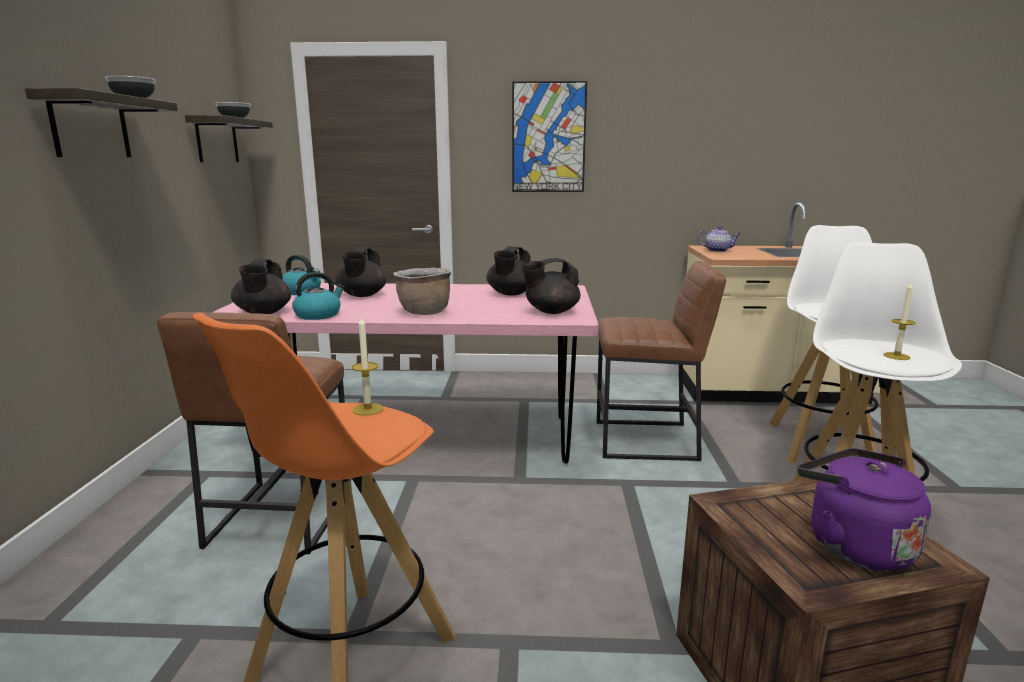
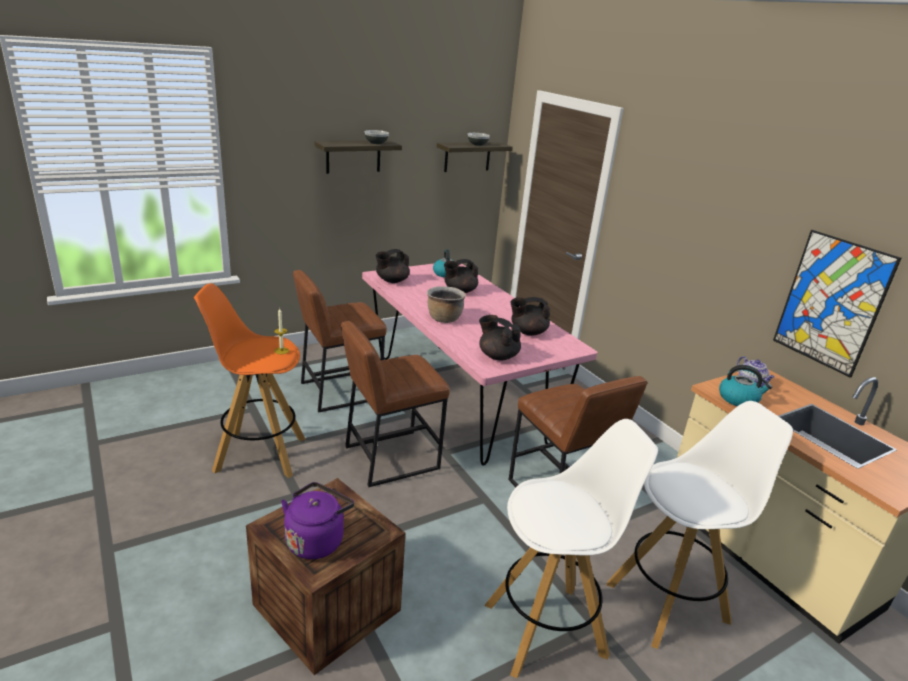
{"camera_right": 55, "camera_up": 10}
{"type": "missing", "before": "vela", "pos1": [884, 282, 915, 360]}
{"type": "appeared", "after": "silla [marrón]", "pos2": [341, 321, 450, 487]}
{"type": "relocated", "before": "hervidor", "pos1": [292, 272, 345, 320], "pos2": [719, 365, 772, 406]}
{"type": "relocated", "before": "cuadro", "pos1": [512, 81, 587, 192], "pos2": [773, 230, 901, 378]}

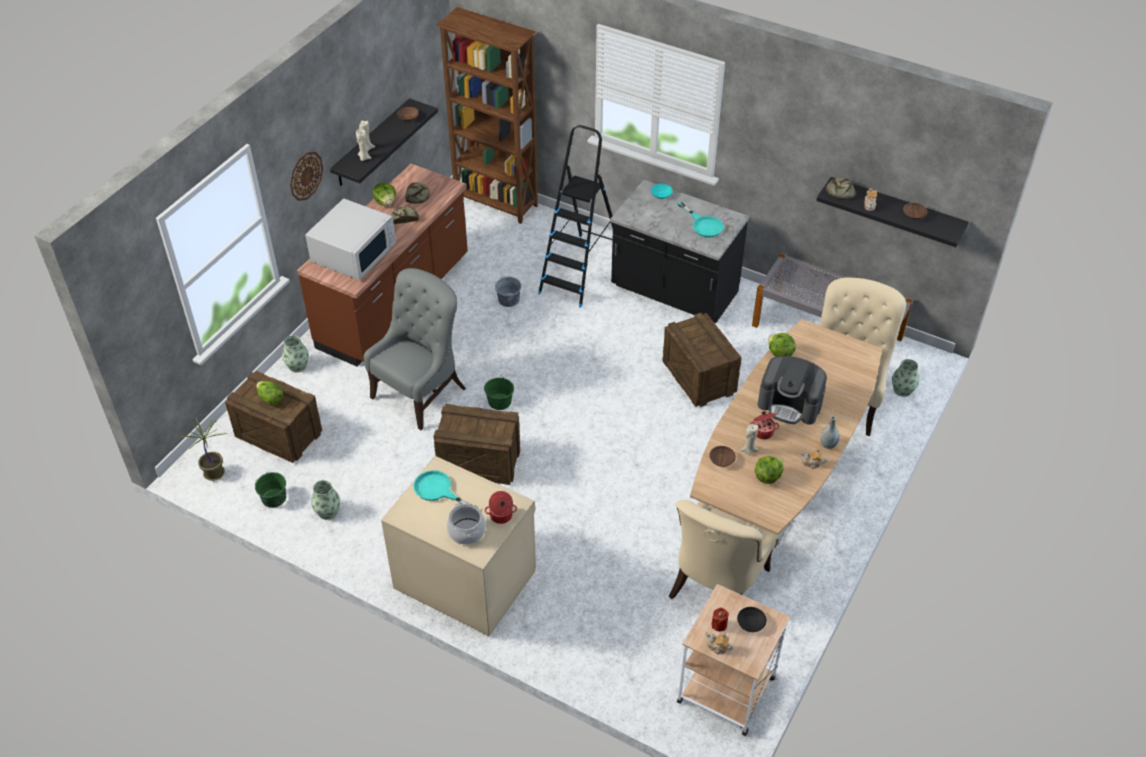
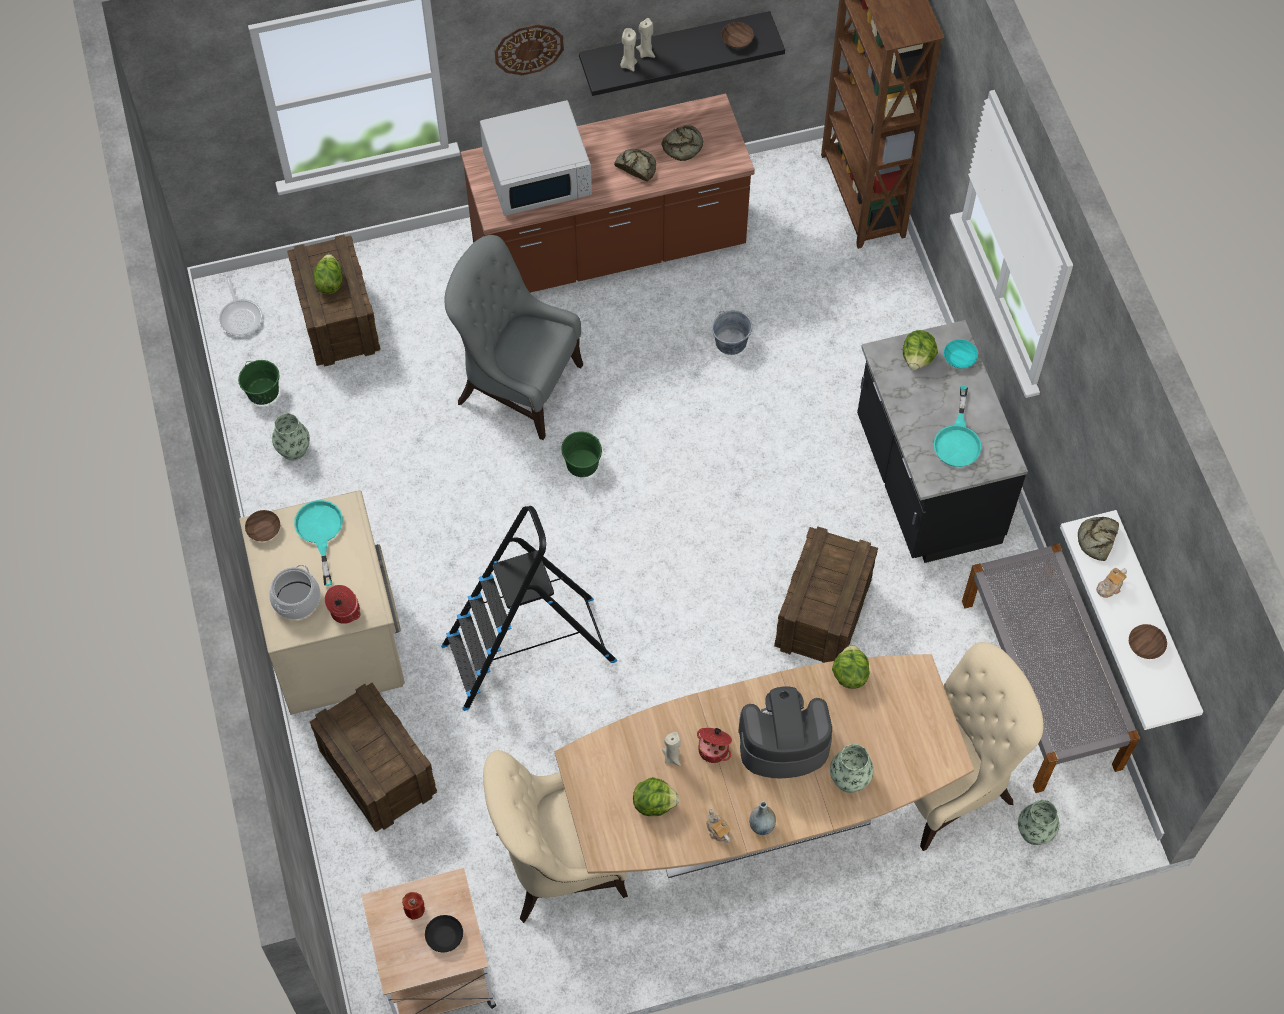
{"camera_right": 45, "camera_up": 15}
{"type": "missing", "before": "tetera", "pos1": [706, 632, 733, 654]}
{"type": "relocated", "before": "florero", "pos1": [282, 335, 309, 372], "pos2": [830, 744, 874, 793]}
{"type": "relocated", "before": "lechuga", "pos1": [373, 183, 396, 206], "pos2": [903, 330, 938, 370]}
{"type": "relocated", "before": "caja de embalaje", "pos1": [434, 404, 520, 485], "pos2": [310, 683, 437, 832]}
{"type": "relocated", "before": "escalera de tijera [negro]", "pos1": [538, 125, 613, 308], "pos2": [441, 506, 617, 711]}
{"type": "relocated", "before": "cuenco [marrón]", "pos1": [709, 446, 736, 467], "pos2": [245, 510, 280, 541]}
{"type": "exchanged", "before": "planta en maceta", "after": "sartén", "pos1": [182, 417, 227, 481], "pos2": [219, 274, 262, 336]}
{"type": "colour", "before": "estante [negro]", "after": "estante [blanco]", "pos1": [816, 177, 969, 247], "pos2": [1060, 510, 1203, 730]}
{"type": "spun", "before": "silla [gris]", "pos1": [364, 268, 466, 430], "pos2": [445, 235, 583, 440], "turn": -150}
{"type": "spun", "before": "cafetera", "pos1": [757, 356, 827, 425], "pos2": [738, 687, 832, 778], "turn": 105}

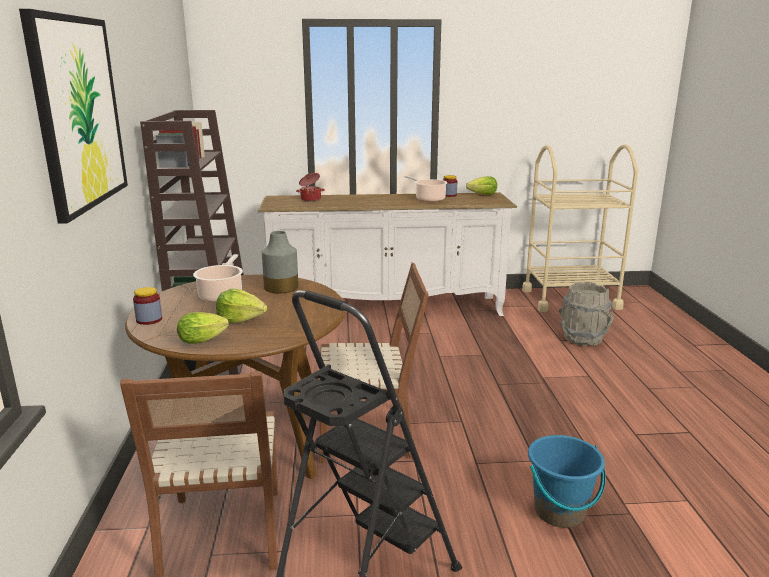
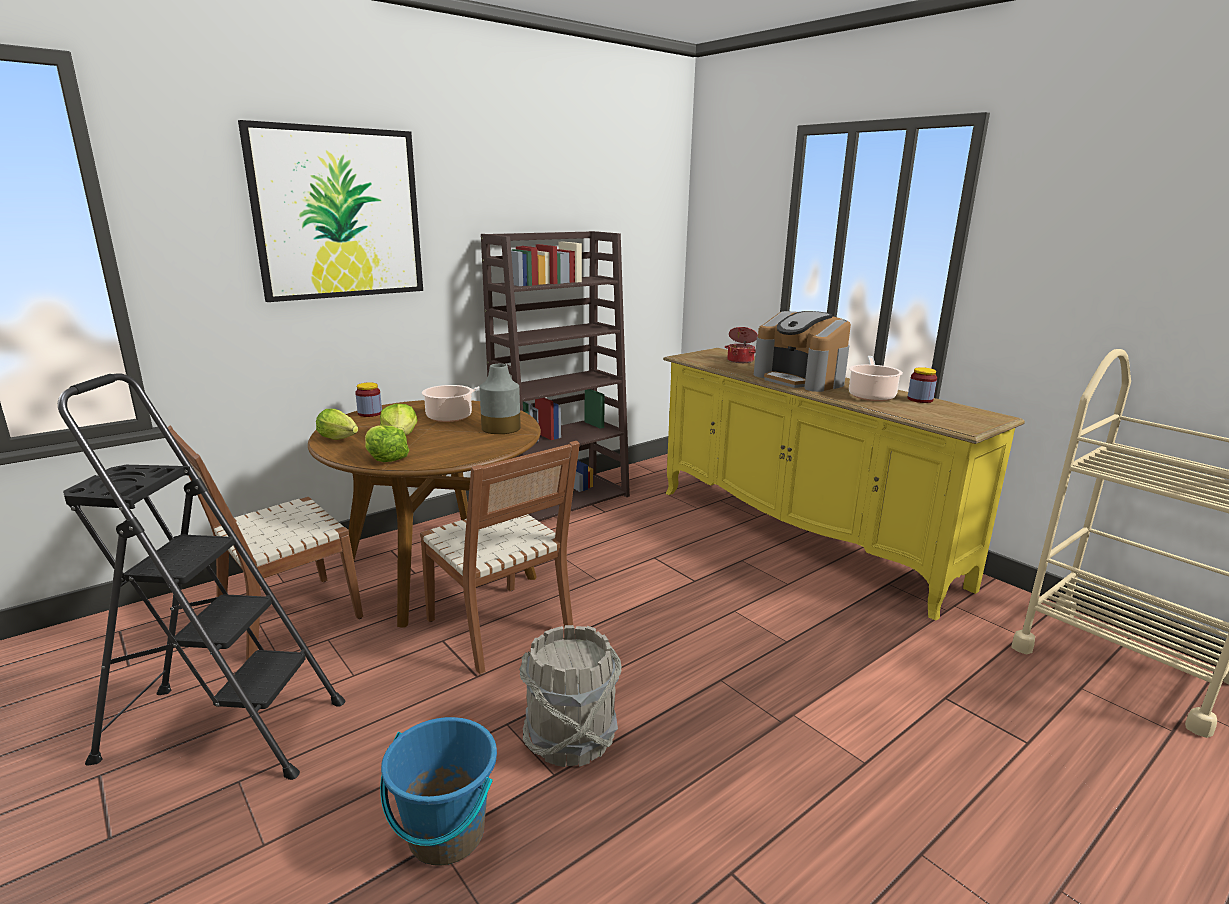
{"camera_right": 55, "camera_up": 0}
{"type": "appeared", "after": "cafetera", "pos2": [754, 311, 851, 392]}
{"type": "relocated", "before": "lechuga", "pos1": [466, 176, 497, 195], "pos2": [365, 425, 409, 462]}
{"type": "relocated", "before": "cubo [gris]", "pos1": [559, 281, 614, 346], "pos2": [519, 625, 621, 767]}
{"type": "colour", "before": "armario [blanco]", "after": "armario [amarillo]", "pos1": [258, 193, 517, 316], "pos2": [663, 348, 1025, 620]}

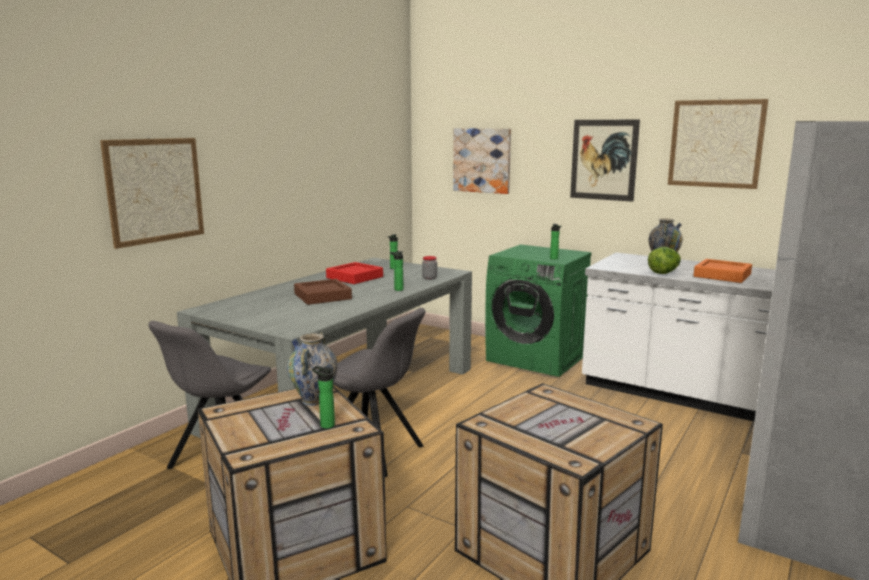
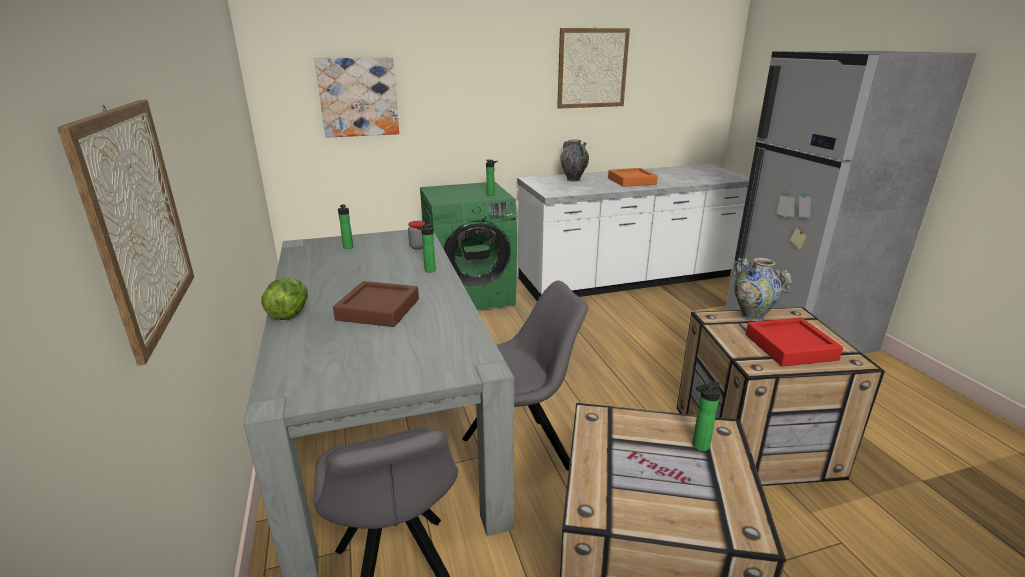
{"camera_right": -50, "camera_up": 10}
{"type": "missing", "before": "cuadro", "pos1": [570, 120, 640, 202]}
{"type": "relocated", "before": "florero", "pos1": [287, 332, 338, 406], "pos2": [733, 257, 792, 322]}
{"type": "relocated", "before": "bandeja [rojo]", "pos1": [326, 262, 383, 284], "pos2": [746, 318, 843, 366]}
{"type": "relocated", "before": "lechuga", "pos1": [648, 247, 681, 274], "pos2": [262, 278, 308, 320]}

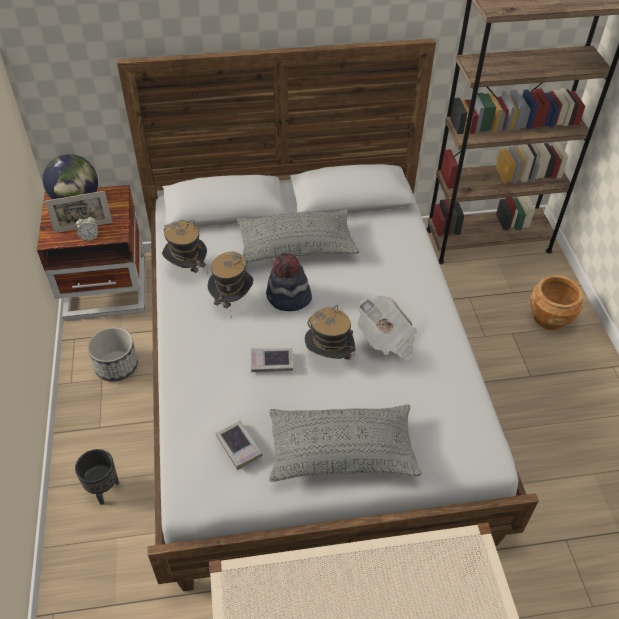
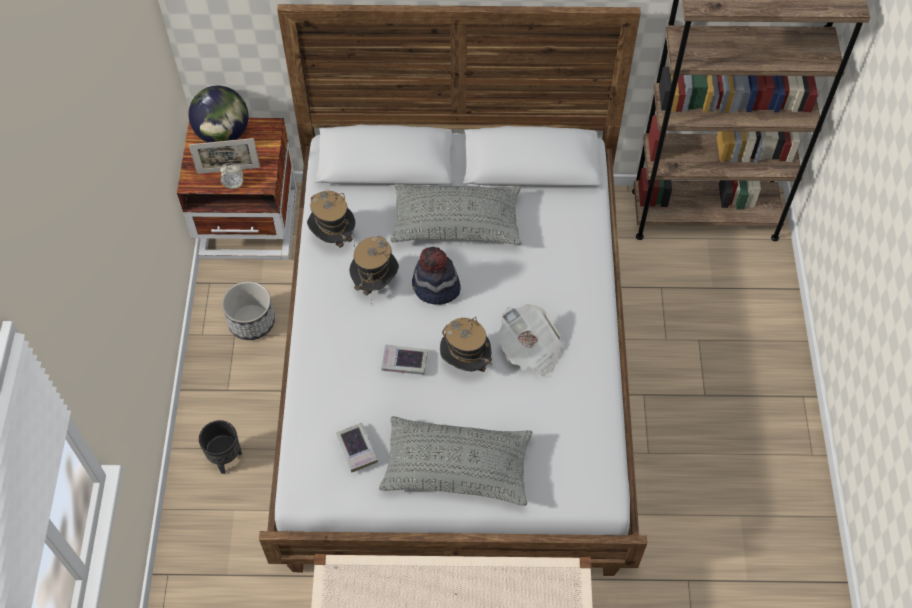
{"camera_right": 10, "camera_up": 10}
{"type": "missing", "before": "maceta [marrón]", "pos1": [530, 275, 583, 331]}

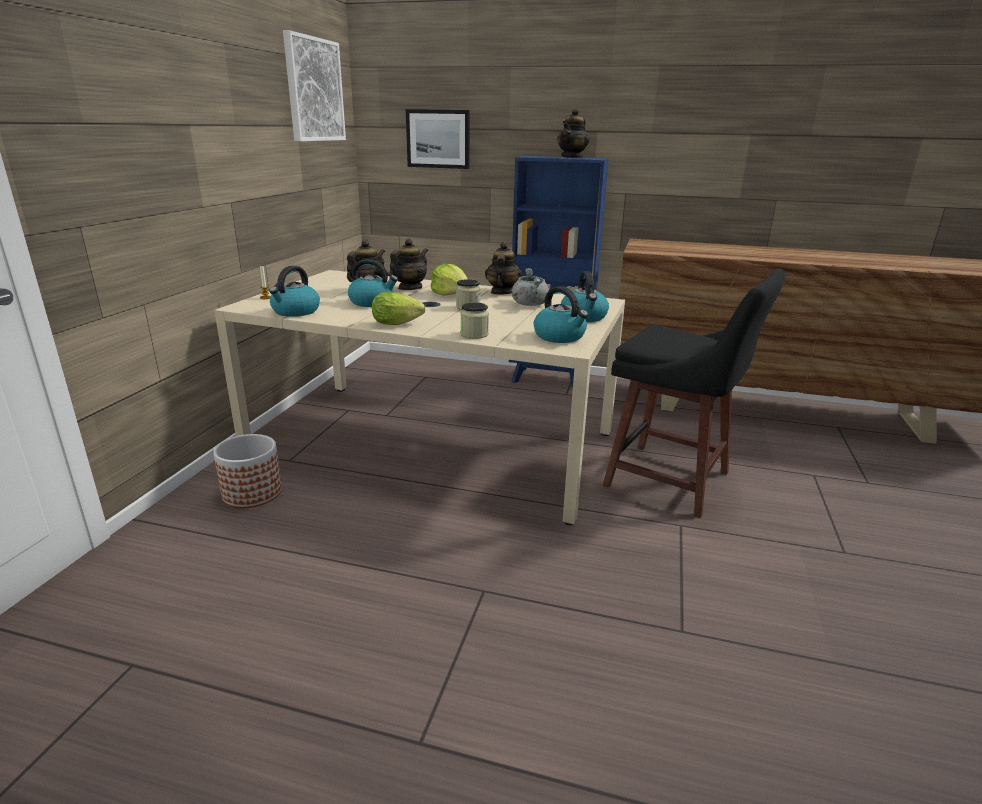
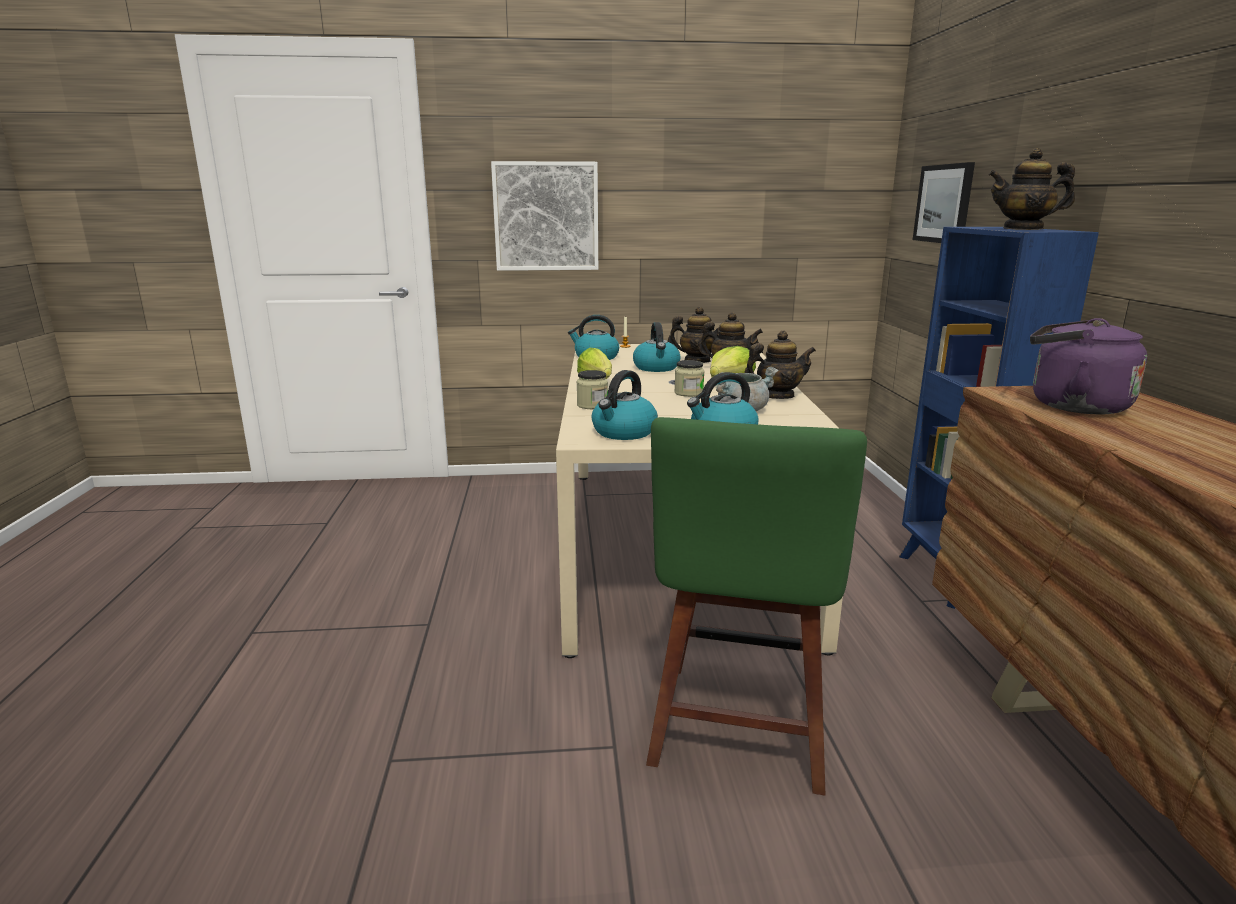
{"camera_right": 70, "camera_up": -5}
{"type": "missing", "before": "maceta", "pos1": [213, 434, 282, 508]}
{"type": "appeared", "after": "hervidor [morado]", "pos2": [1030, 318, 1147, 415]}
{"type": "relocated", "before": "cuadro", "pos1": [283, 30, 346, 141], "pos2": [491, 161, 598, 271]}
{"type": "colour", "before": "taburete [negro]", "after": "taburete [verde]", "pos1": [603, 268, 785, 518], "pos2": [646, 417, 867, 796]}

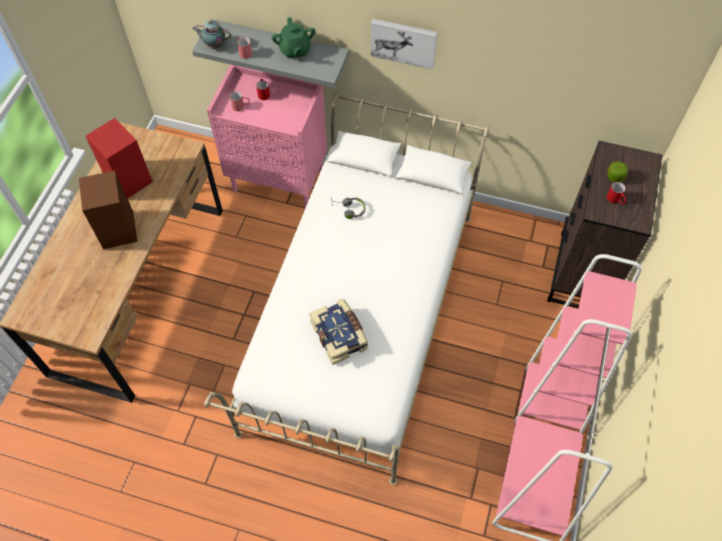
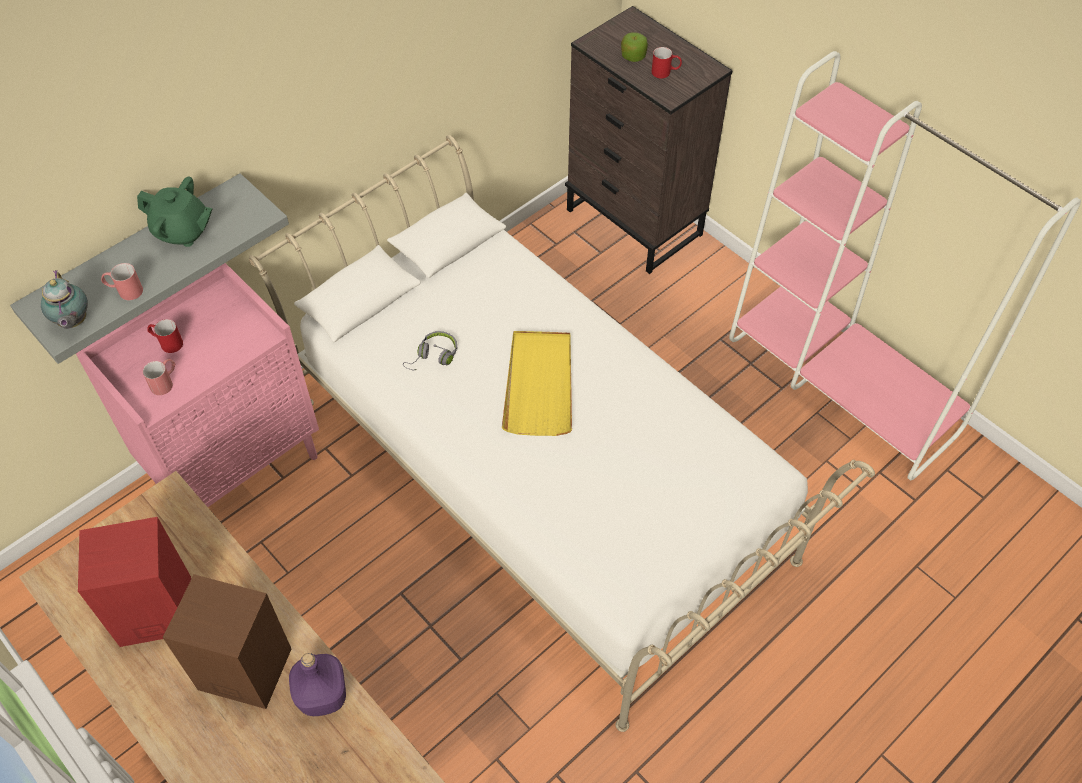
{"camera_right": -60, "camera_up": -5}
{"type": "missing", "before": "libro", "pos1": [309, 299, 368, 365]}
{"type": "missing", "before": "cuadro", "pos1": [371, 19, 437, 69]}
{"type": "appeared", "after": "botella [morado]", "pos2": [289, 653, 346, 716]}
{"type": "appeared", "after": "bandeja [amarillo]", "pos2": [502, 331, 572, 436]}
{"type": "spun", "before": "tetera", "pos1": [192, 20, 231, 49], "pos2": [41, 270, 88, 329], "turn": -60}

